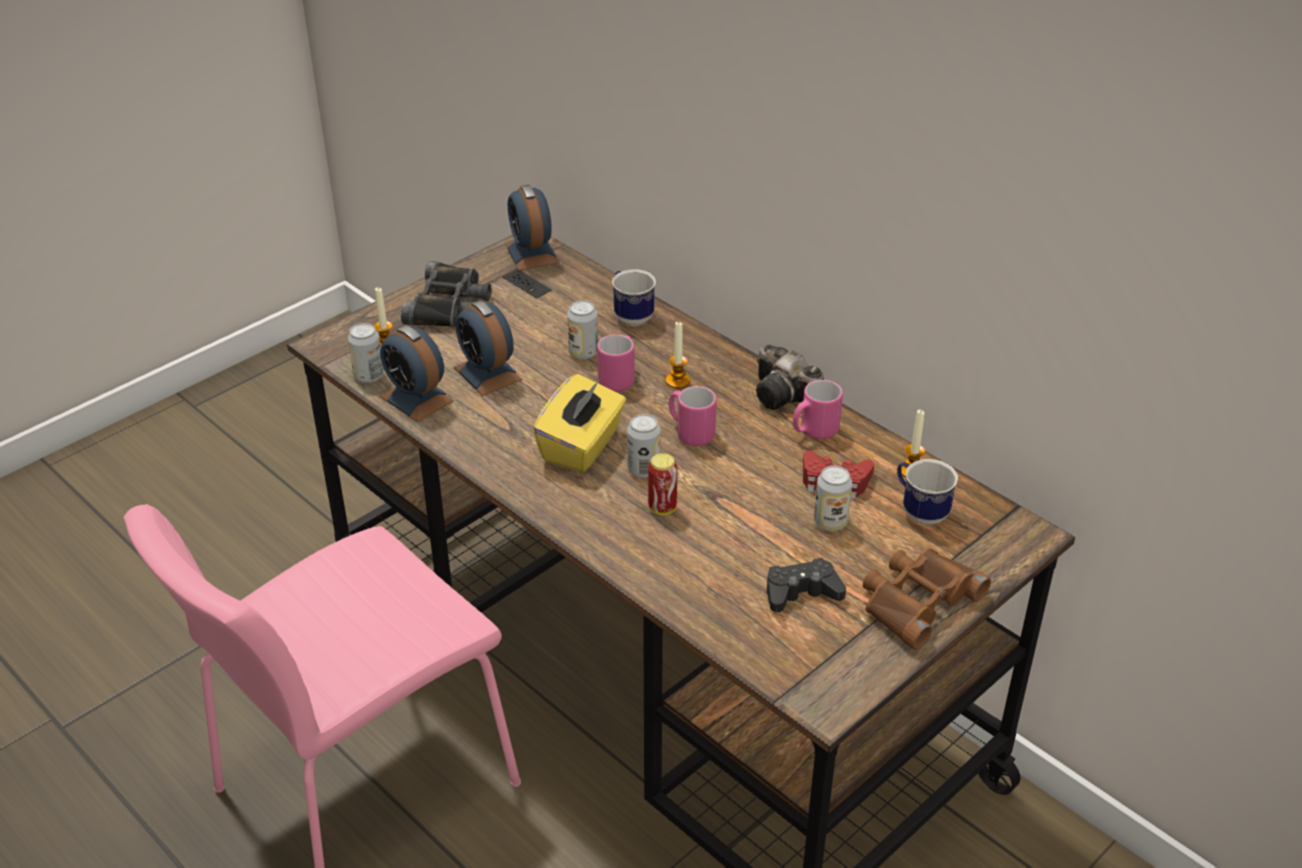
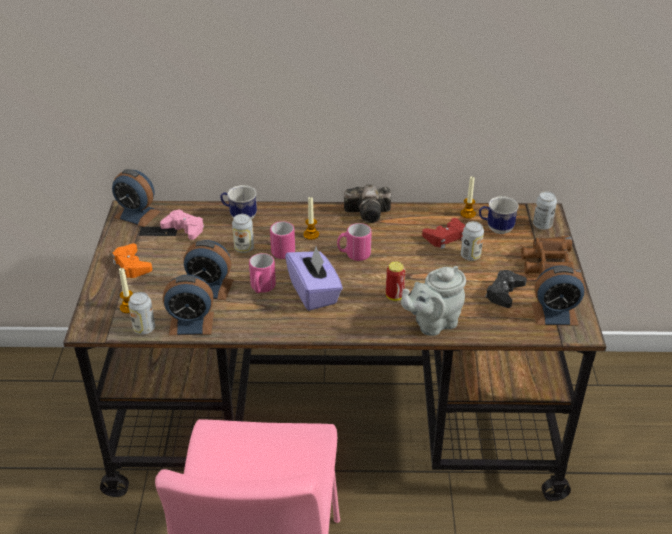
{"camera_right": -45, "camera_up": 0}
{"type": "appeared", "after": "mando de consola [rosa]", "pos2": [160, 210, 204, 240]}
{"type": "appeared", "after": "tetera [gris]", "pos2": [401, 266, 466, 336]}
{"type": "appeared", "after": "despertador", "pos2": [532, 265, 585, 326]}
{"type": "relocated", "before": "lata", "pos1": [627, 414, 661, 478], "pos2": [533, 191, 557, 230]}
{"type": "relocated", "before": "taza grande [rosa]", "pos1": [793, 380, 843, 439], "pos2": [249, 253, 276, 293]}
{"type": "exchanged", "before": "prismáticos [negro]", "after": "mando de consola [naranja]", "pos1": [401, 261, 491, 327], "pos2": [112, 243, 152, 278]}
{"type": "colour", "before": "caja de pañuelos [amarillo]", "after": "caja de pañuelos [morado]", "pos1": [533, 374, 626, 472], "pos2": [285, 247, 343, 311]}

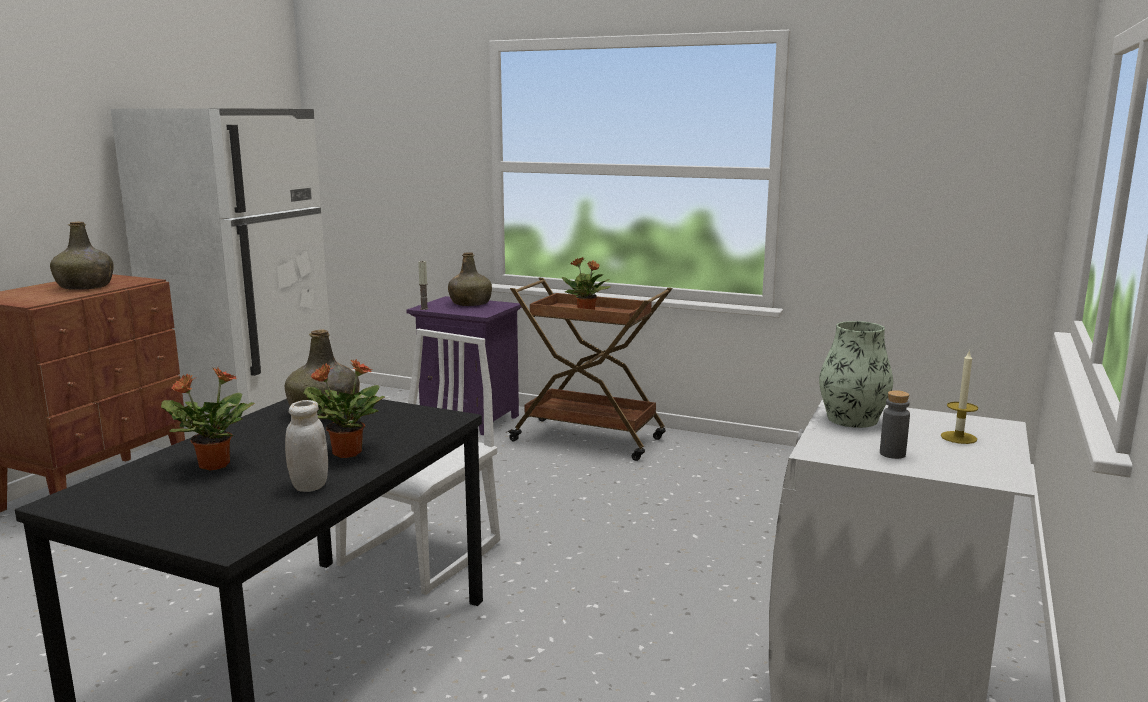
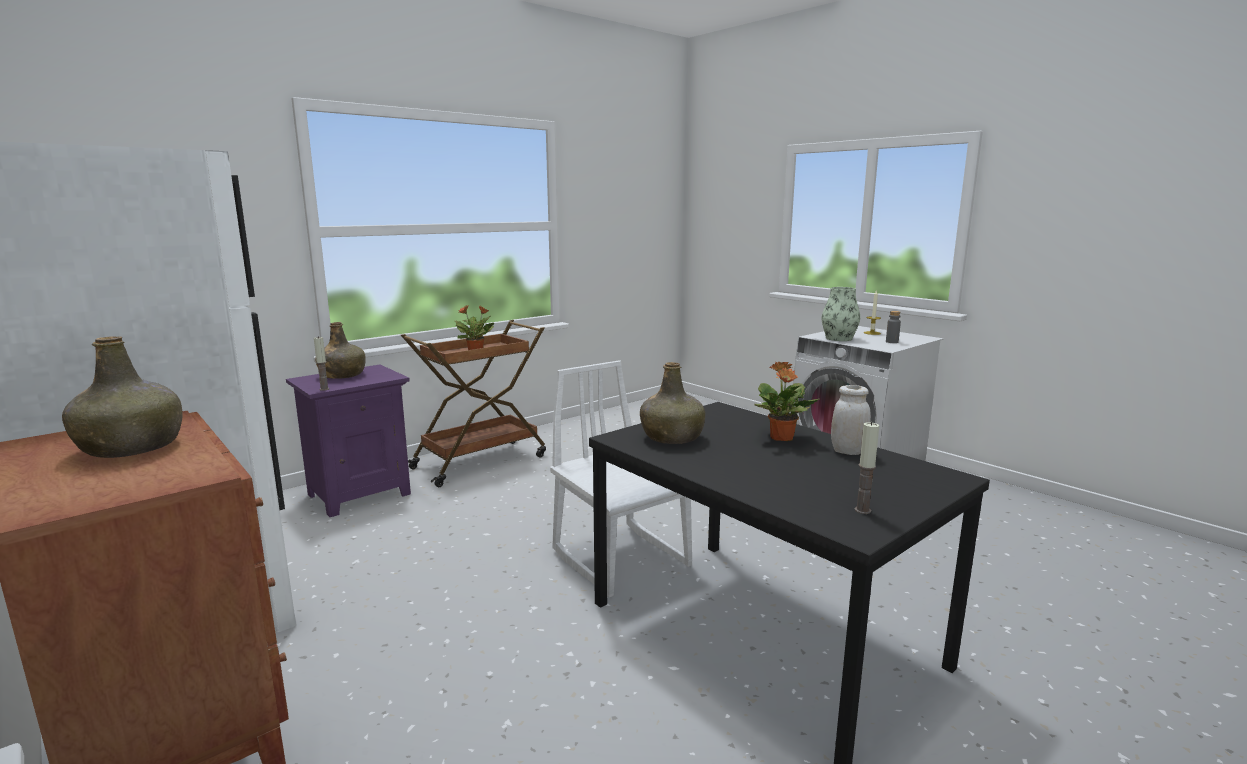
{"camera_right": -65, "camera_up": 0}
{"type": "missing", "before": "planta en maceta", "pos1": [161, 367, 255, 471]}
{"type": "appeared", "after": "vela", "pos2": [855, 422, 879, 514]}

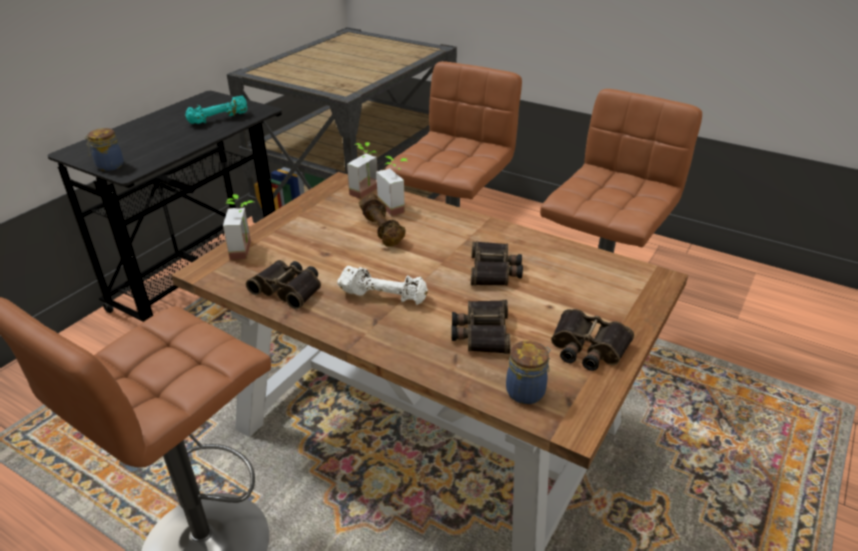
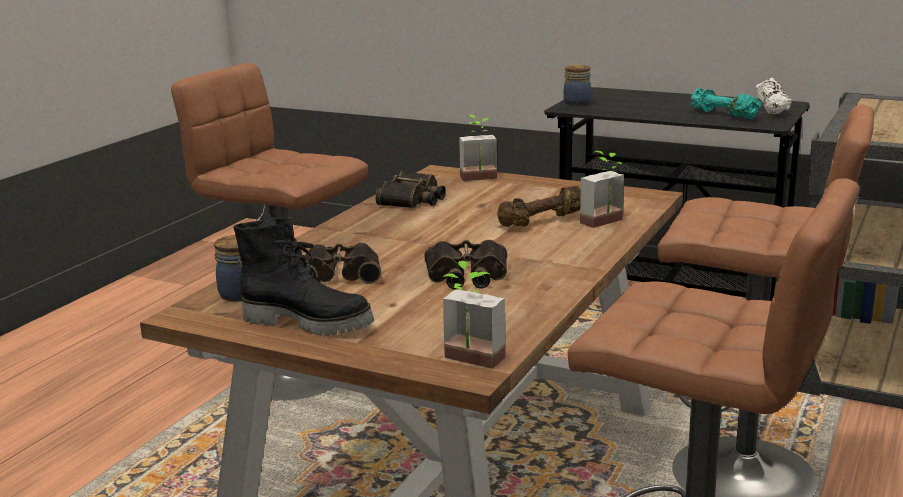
{"camera_right": 85, "camera_up": -15}
{"type": "relocated", "before": "mancuerna [blanco]", "pos1": [337, 266, 428, 305], "pos2": [756, 78, 792, 114]}
{"type": "relocated", "before": "planta en maceta", "pos1": [347, 142, 378, 199], "pos2": [443, 261, 505, 369]}
{"type": "exchanged", "before": "prismáticos", "after": "bota [negro]", "pos1": [551, 309, 634, 371], "pos2": [233, 217, 374, 335]}

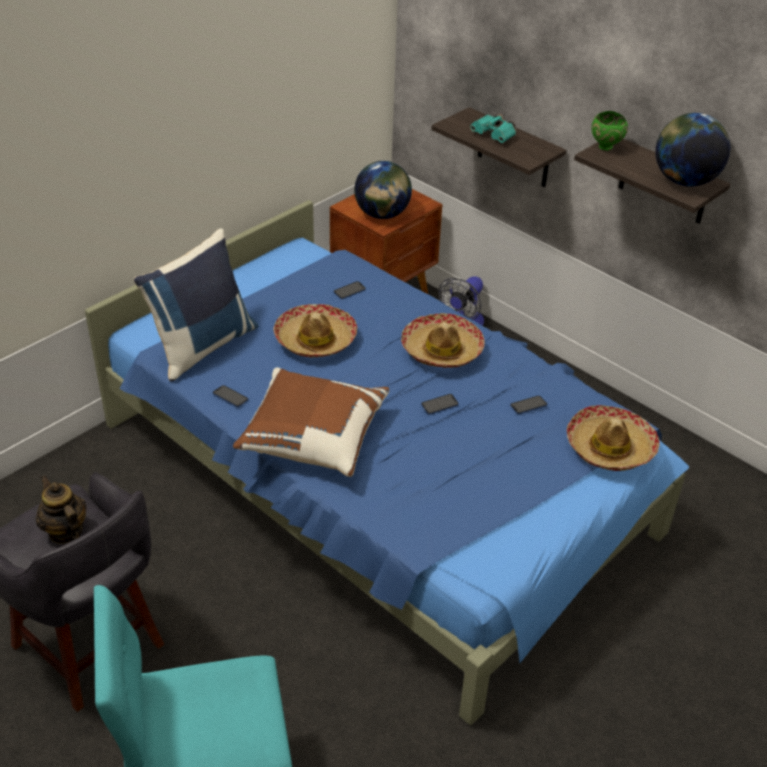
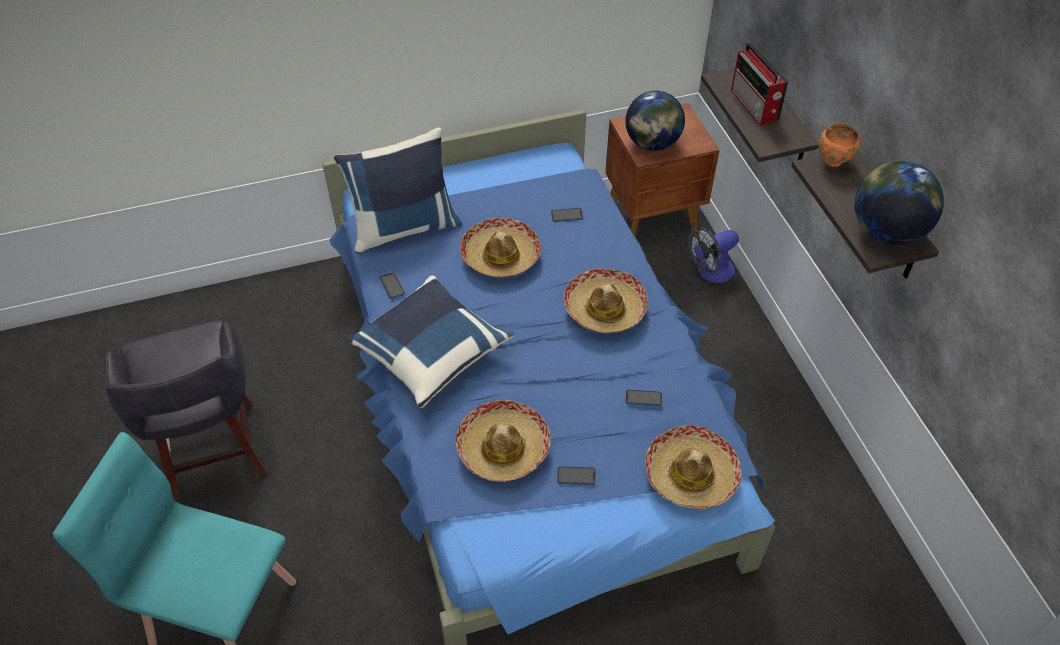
{"camera_right": 30, "camera_up": 10}
{"type": "missing", "before": "tetera", "pos1": [36, 475, 87, 544]}
{"type": "appeared", "after": "sombrero", "pos2": [456, 400, 551, 482]}
{"type": "relocated", "before": "móvil", "pos1": [421, 394, 459, 415], "pos2": [557, 466, 596, 485]}
{"type": "exchanged", "before": "prismáticos [turquesa]", "after": "radio", "pos1": [470, 114, 516, 143], "pos2": [731, 42, 788, 126]}
{"type": "colour", "before": "cojín [marrón]", "after": "cojín [azul]", "pos1": [233, 367, 389, 477], "pos2": [346, 275, 514, 408]}
{"type": "colour", "before": "cuenco [verde]", "after": "cuenco [naranja]", "pos1": [592, 111, 628, 151], "pos2": [819, 124, 861, 167]}

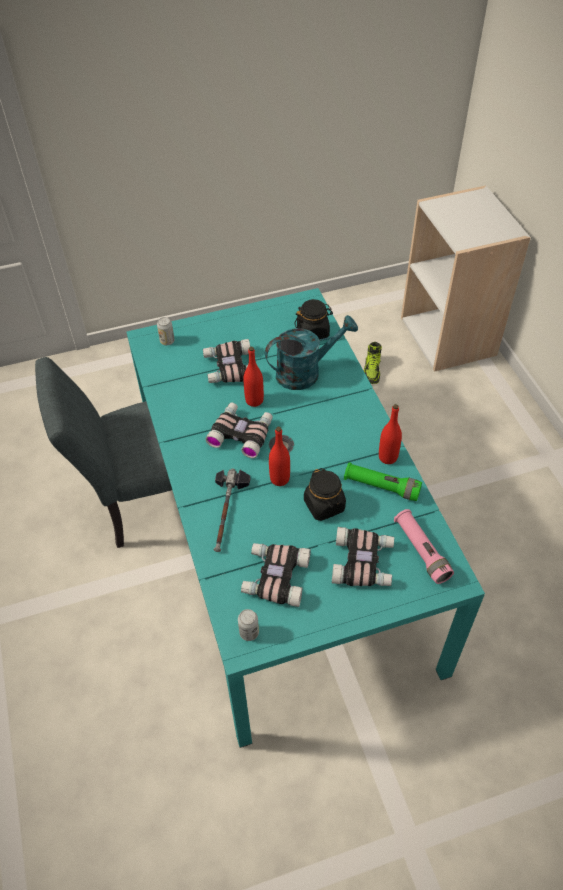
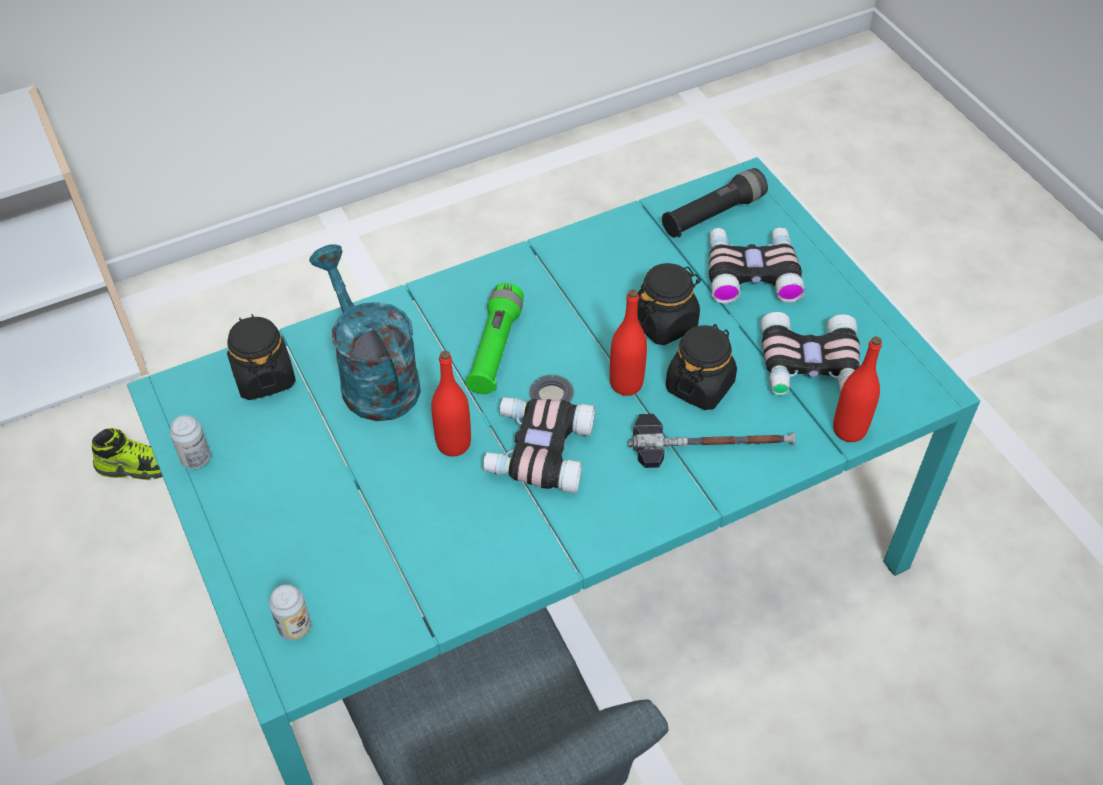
{"camera_right": -100, "camera_up": 0}
{"type": "missing", "before": "prismáticos", "pos1": [203, 339, 250, 383]}
{"type": "appeared", "after": "tarro [negro]", "pos2": [666, 324, 737, 410]}
{"type": "relocated", "before": "lata", "pos1": [238, 609, 259, 641], "pos2": [170, 415, 211, 469]}
{"type": "relocated", "before": "linterna [verde]", "pos1": [344, 462, 422, 501], "pos2": [466, 283, 524, 394]}
{"type": "relocated", "before": "botella [rojo]", "pos1": [379, 404, 402, 464], "pos2": [833, 336, 882, 442]}
{"type": "colour", "before": "linterna [rosa]", "after": "linterna [negro]", "pos1": [394, 509, 454, 584], "pos2": [662, 168, 768, 238]}

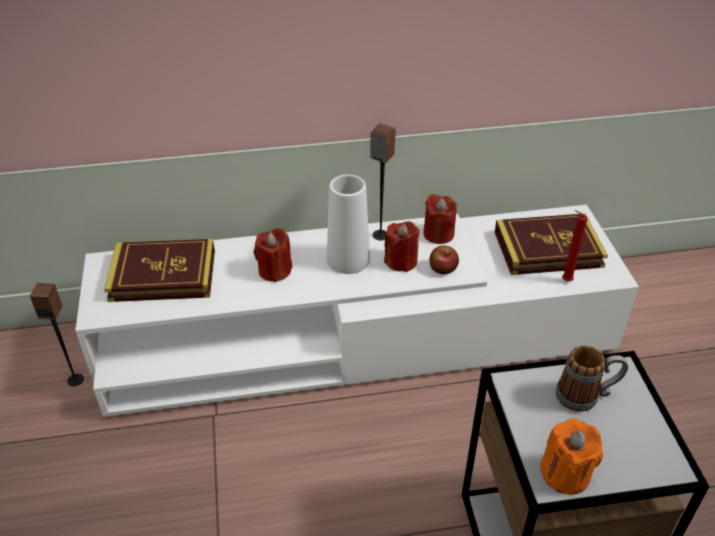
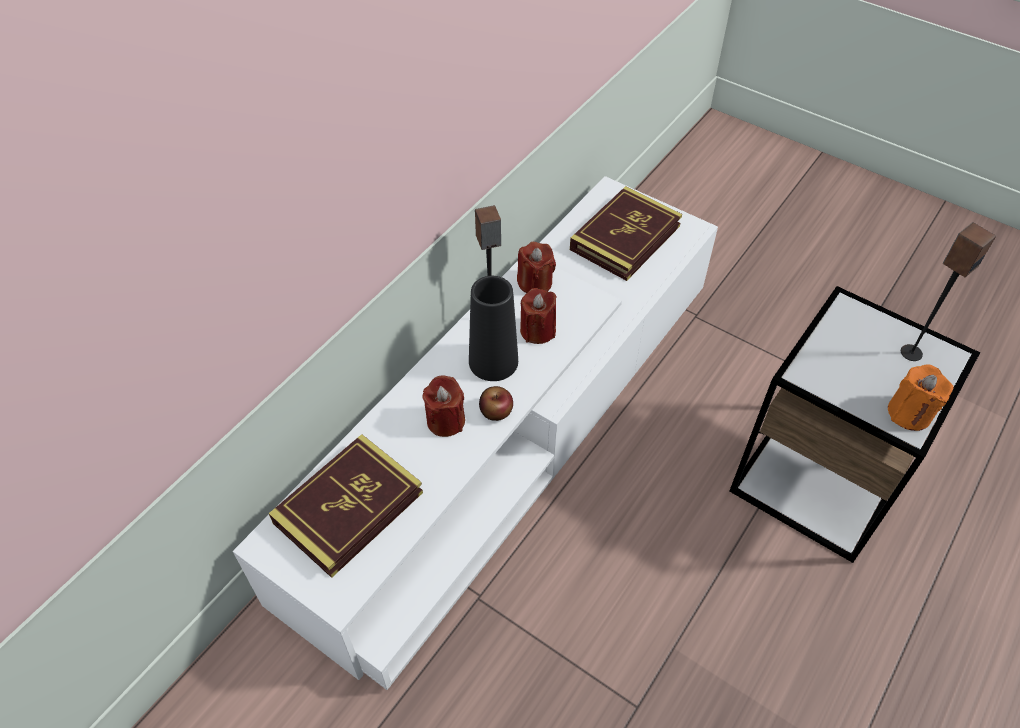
{"camera_right": -45, "camera_up": 10}
{"type": "missing", "before": "taza grande", "pos1": [556, 345, 628, 412]}
{"type": "missing", "before": "vela [rojo]", "pos1": [562, 210, 588, 281]}
{"type": "relocated", "before": "altavoz", "pos1": [30, 283, 84, 386], "pos2": [901, 222, 996, 361]}
{"type": "relocated", "before": "manzana", "pos1": [429, 245, 459, 274], "pos2": [479, 386, 513, 421]}
{"type": "colour", "before": "florero [blanco]", "after": "florero [negro]", "pos1": [327, 175, 370, 274], "pos2": [469, 276, 518, 381]}

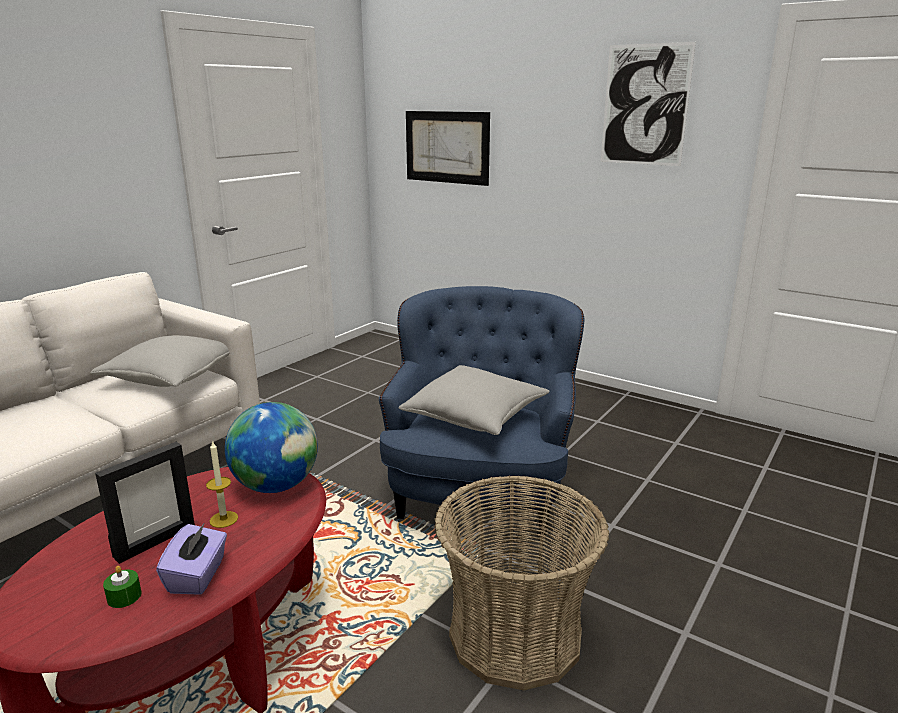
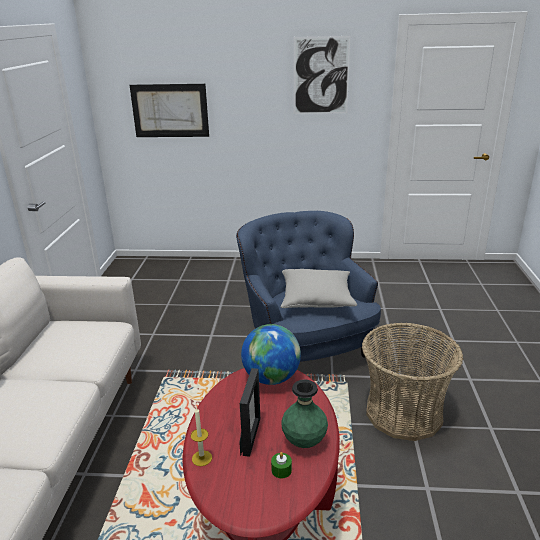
{"camera_right": -30, "camera_up": 5}
{"type": "missing", "before": "cojín [gris]", "pos1": [90, 335, 230, 387]}
{"type": "relocated", "before": "vela", "pos1": [206, 440, 238, 528], "pos2": [191, 407, 212, 466]}
{"type": "exchanged", "before": "caja de pañuelos [morado]", "after": "florero [verde]", "pos1": [156, 524, 227, 595], "pos2": [281, 380, 328, 448]}

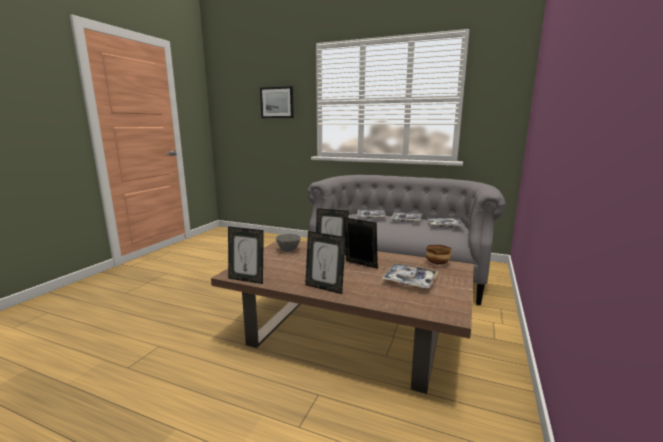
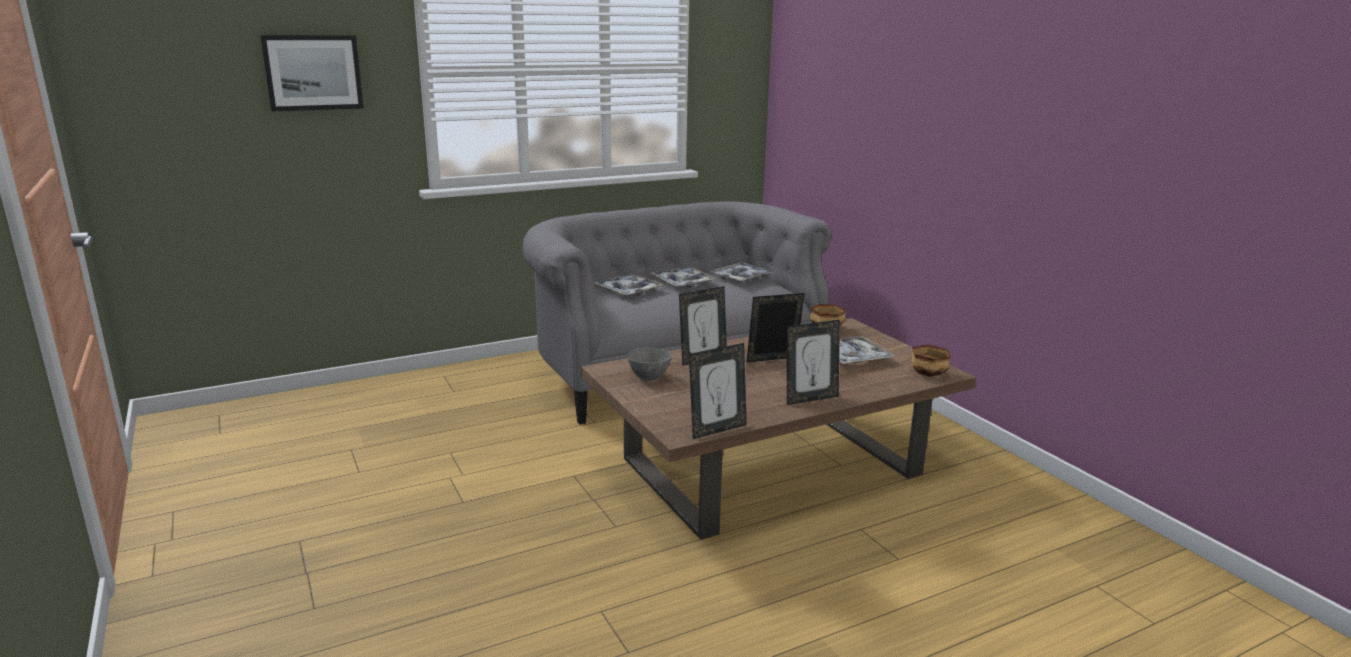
{"camera_right": -50, "camera_up": 5}
{"type": "appeared", "after": "cuenco", "pos2": [910, 345, 951, 377]}

